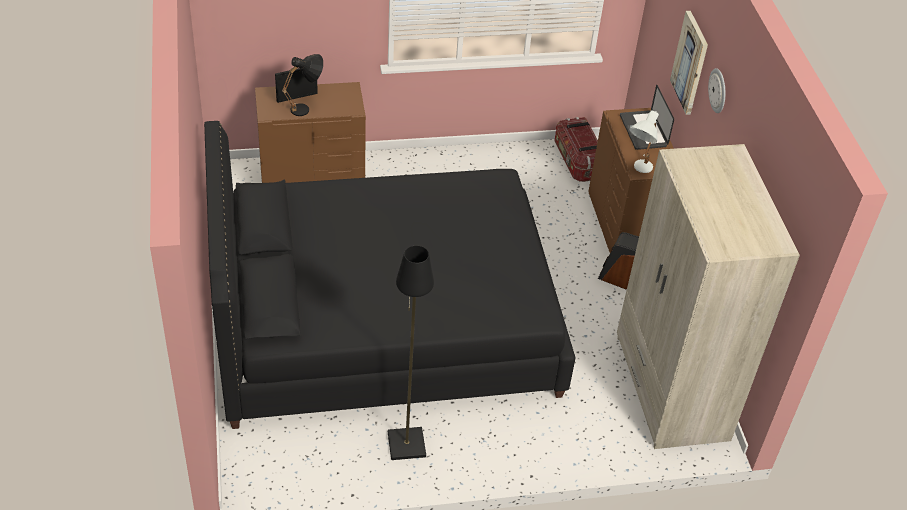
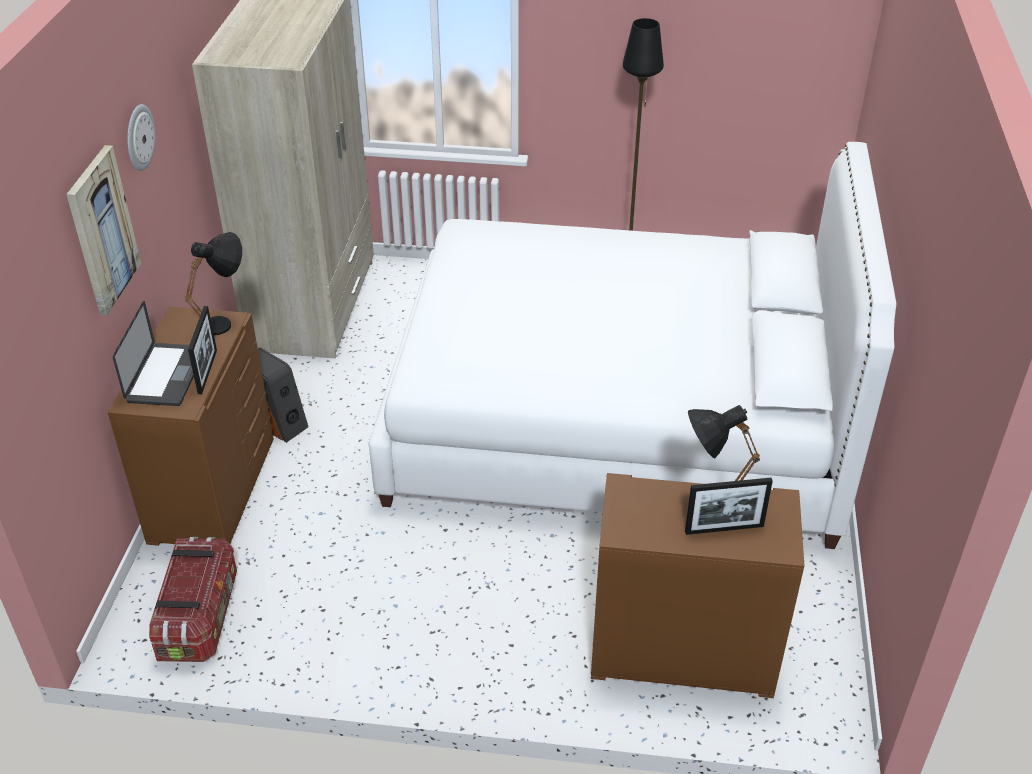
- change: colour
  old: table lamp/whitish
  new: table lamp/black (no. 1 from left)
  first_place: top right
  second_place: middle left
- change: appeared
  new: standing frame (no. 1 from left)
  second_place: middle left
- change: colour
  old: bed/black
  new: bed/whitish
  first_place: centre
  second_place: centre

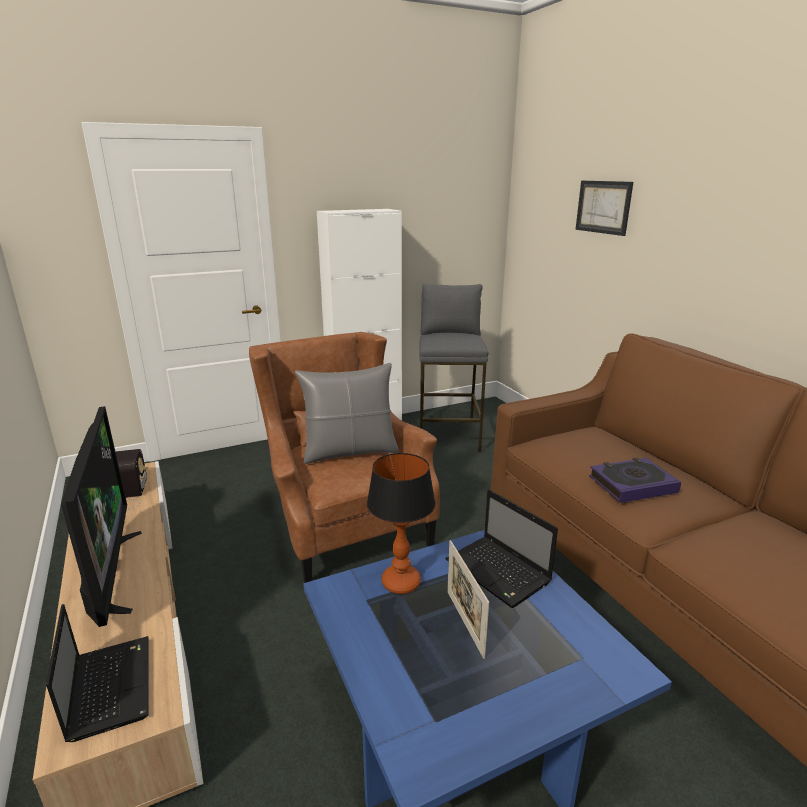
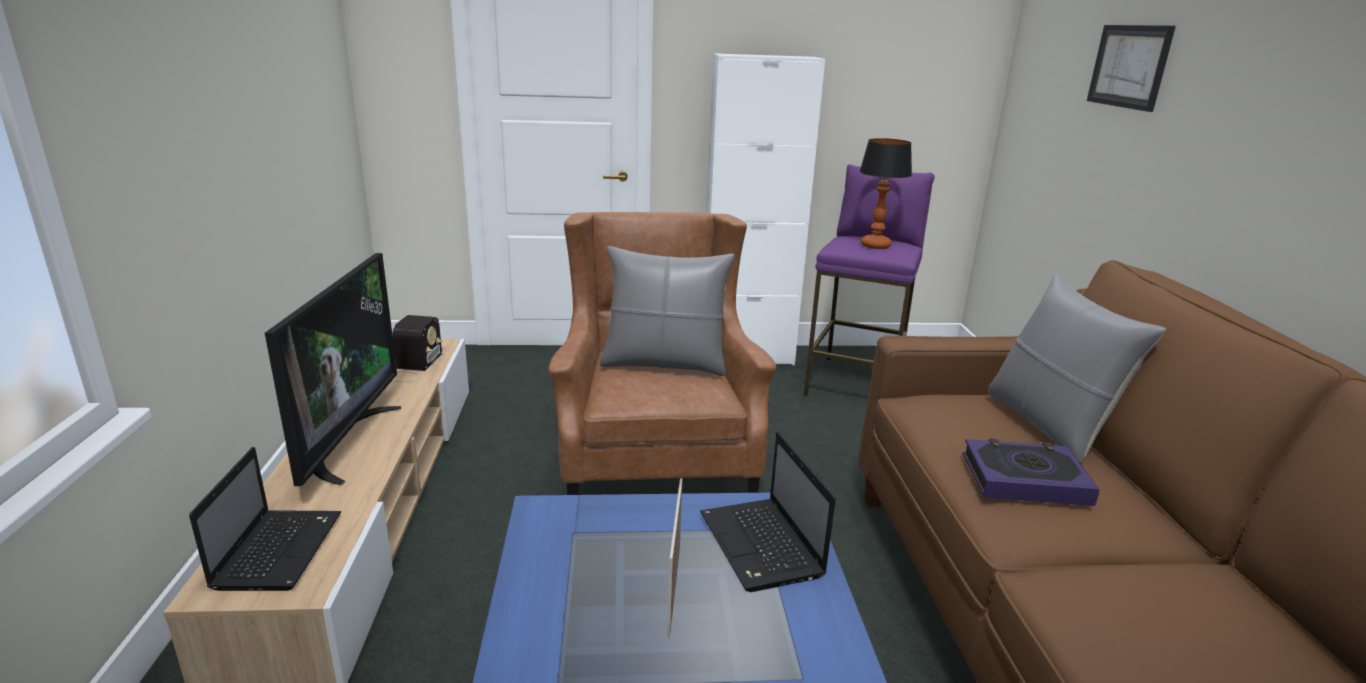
- change: colour
  old: stool seat/gray
  new: stool seat/purplish
  first_place: centre
  second_place: centre
- change: relocated
  old: table lamp
  first_place: centre
  second_place: top centre
- change: appeared
  new: pillow/gray (no. 2 from left)
  second_place: middle right

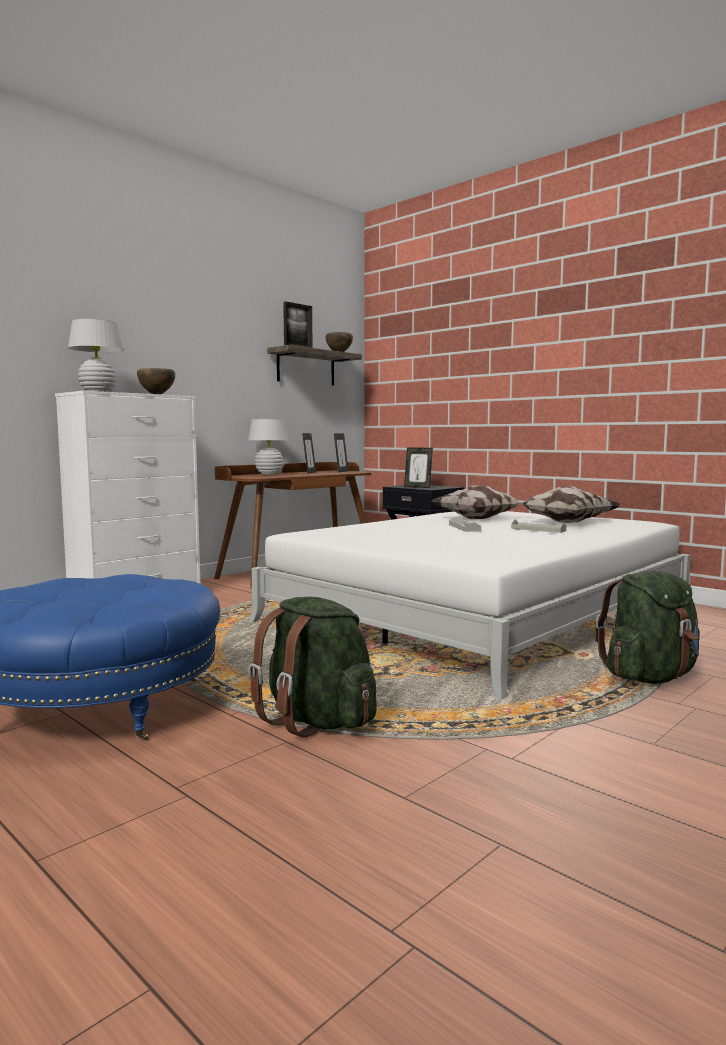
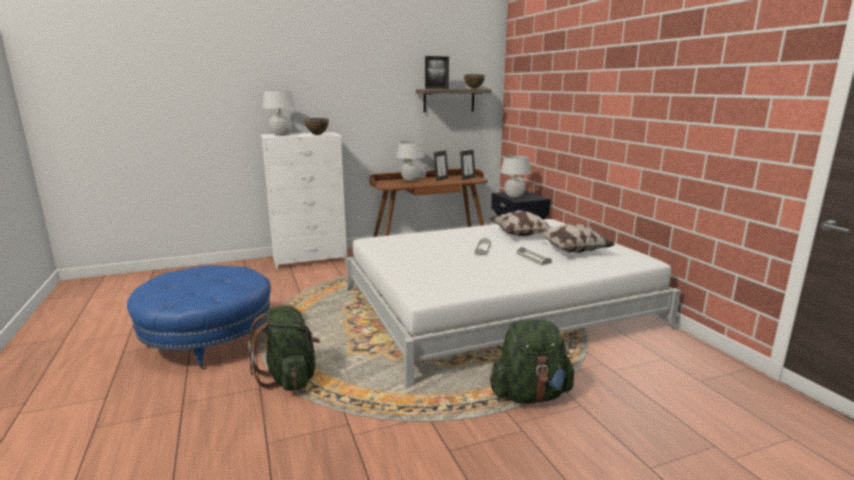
- change: exchanged
  old: standing frame (no. 4 from left)
  new: table lamp/whitish (no. 3 from left)
  first_place: centre
  second_place: centre

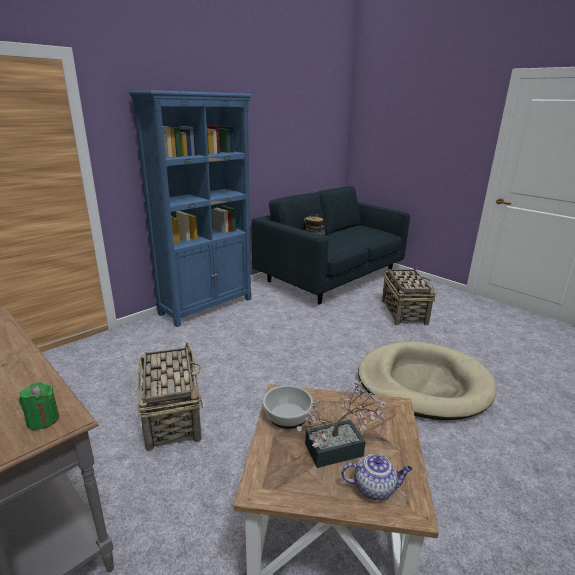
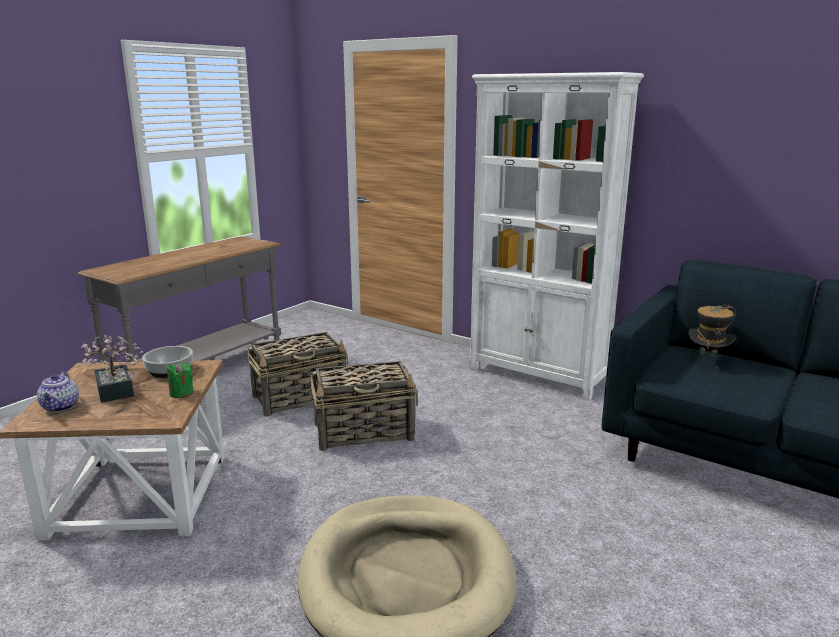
- change: relocated
  old: wax candle/greenish
  first_place: bottom left
  second_place: middle left
- change: relocated
  old: basket (no. 2 from left)
  first_place: middle right
  second_place: centre
- change: colour
  old: bookshelf/blue
  new: bookshelf/whitish
  first_place: middle left
  second_place: centre

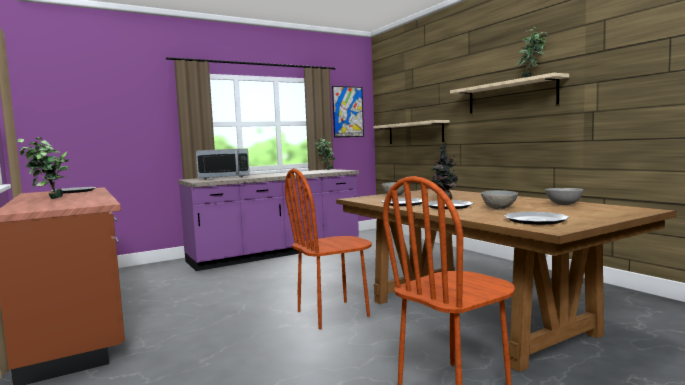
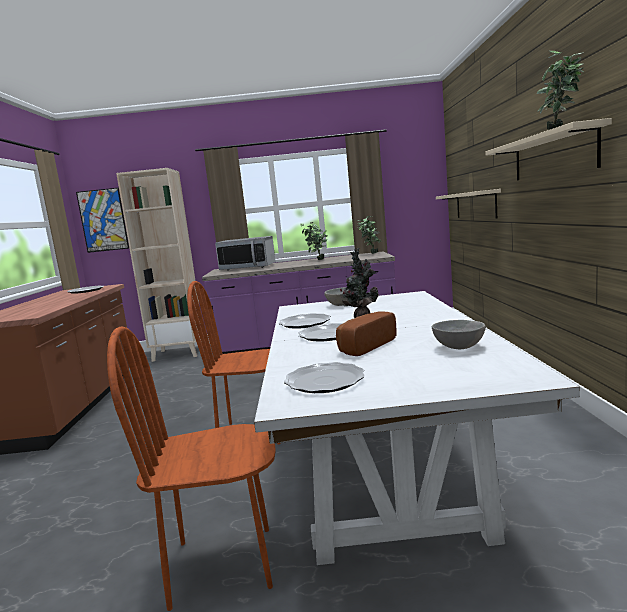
- change: relocated
  old: picture
  first_place: top centre
  second_place: middle left
- change: appeared
  new: bookshelf/sand-coloured
  second_place: middle left
- change: colour
  old: dining table/brown
  new: dining table/whitish
  first_place: bottom right
  second_place: bottom centre
- change: relocated
  old: houseplant (no. 1 from left)
  first_place: middle left
  second_place: centre
- change: exchanged
  old: serving bowl/gray (no. 2 from left)
  new: baked bread
  first_place: middle right
  second_place: centre

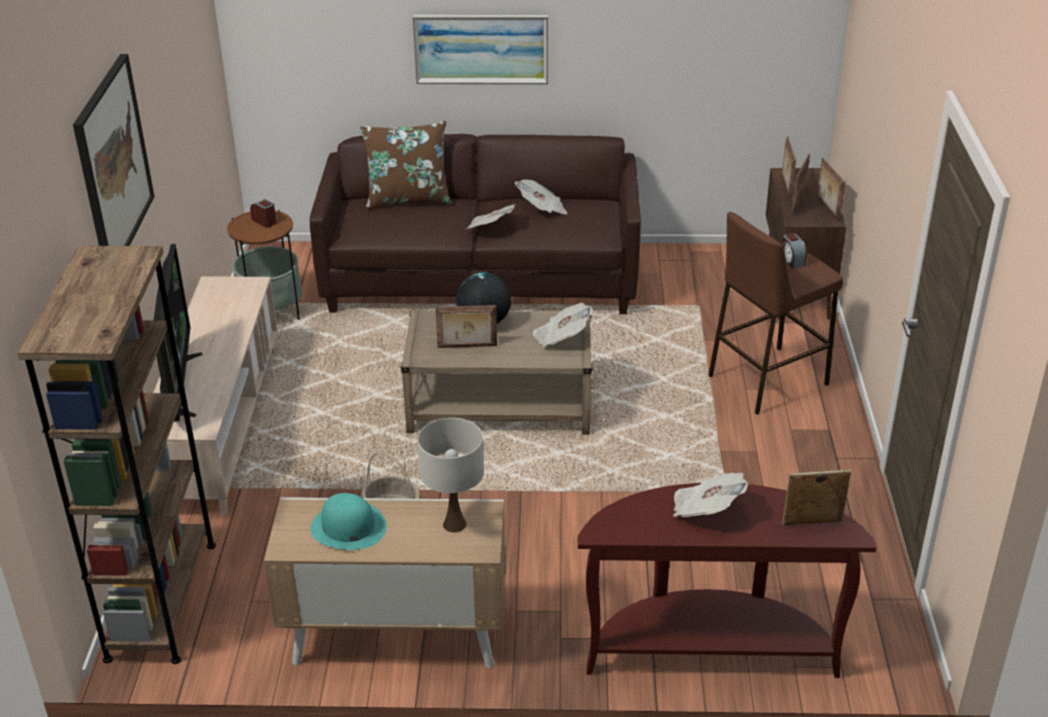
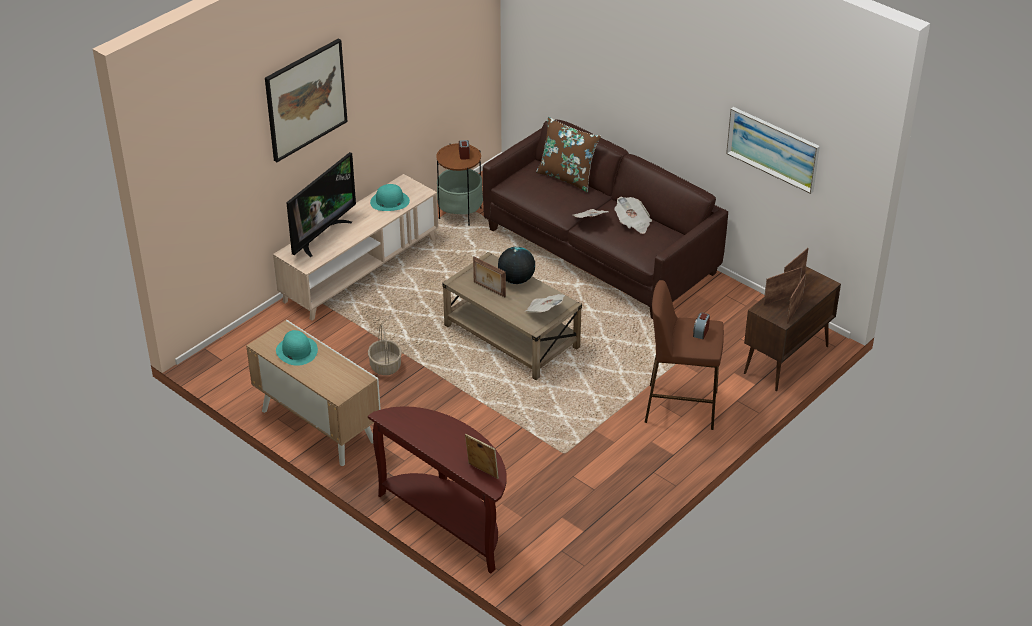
- change: appeared
  new: clothing hat/blue-green (no. 2 from left)
  second_place: top centre
- change: relocated
  old: picture (no. 2 from left)
  first_place: top centre
  second_place: top right
- change: missing
  old: bookshelf/brown
  first_place: middle left
- change: missing
  old: table lamp/whitish
  first_place: centre
- change: missing
  old: daily paper (no. 4 from left)
  first_place: bottom right

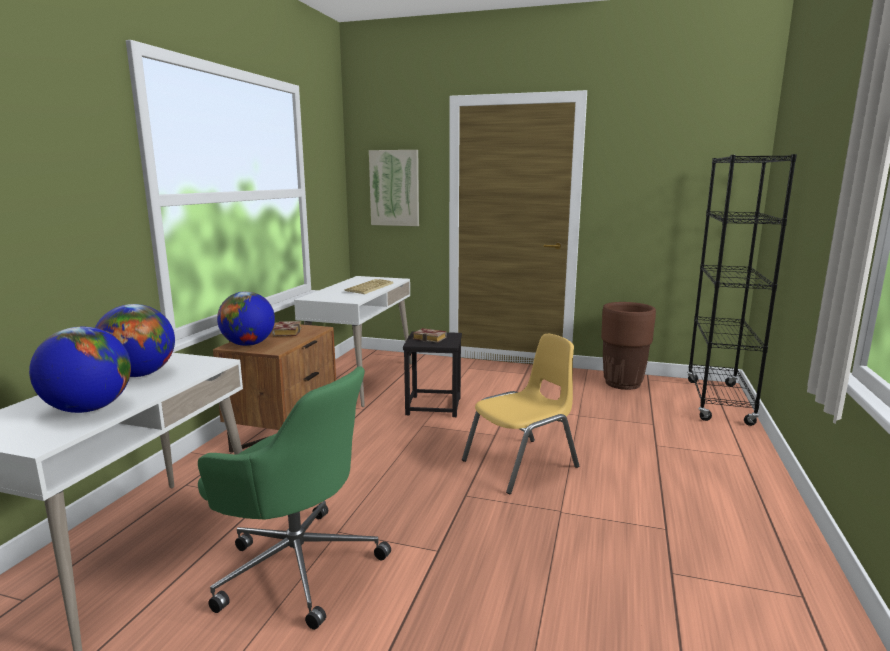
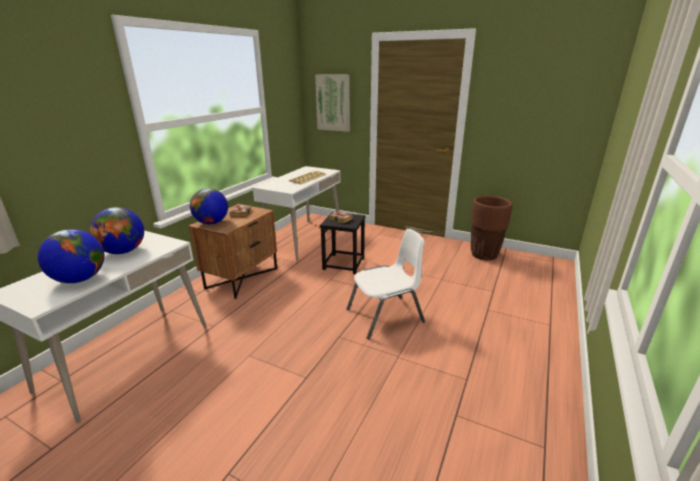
- change: colour
  old: plain chair/yellow-coloured
  new: plain chair/whitish
  first_place: centre
  second_place: centre
- change: missing
  old: office chair/greenish
  first_place: bottom left
- change: missing
  old: bookshelf/black
  first_place: middle right

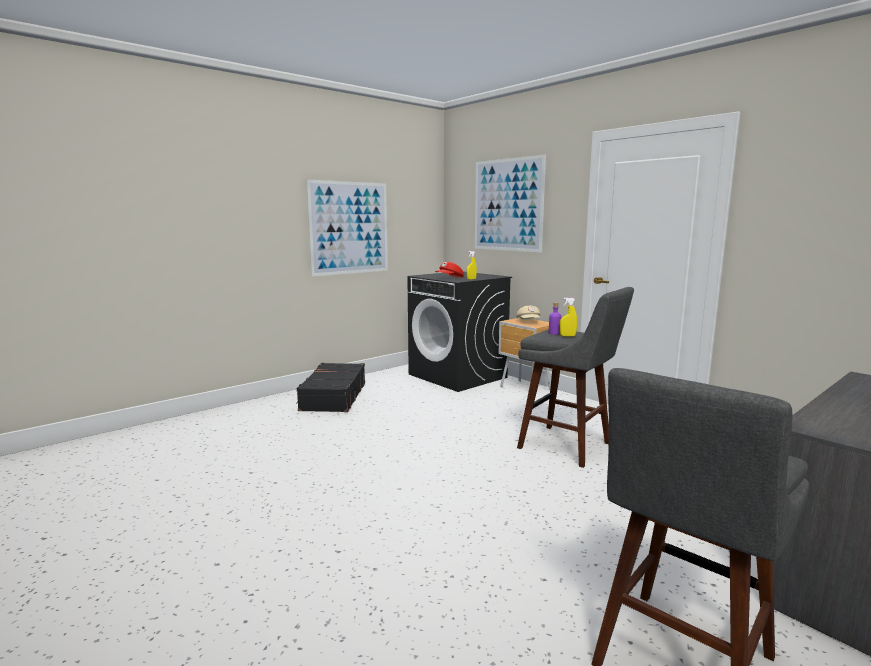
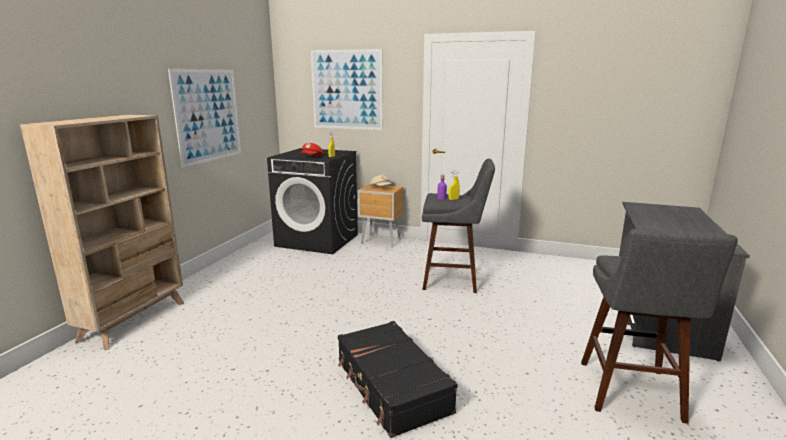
- change: appeared
  new: bookshelf/sand-coloured
  second_place: middle left
- change: relocated
  old: piece of luggage/black
  first_place: centre
  second_place: bottom centre

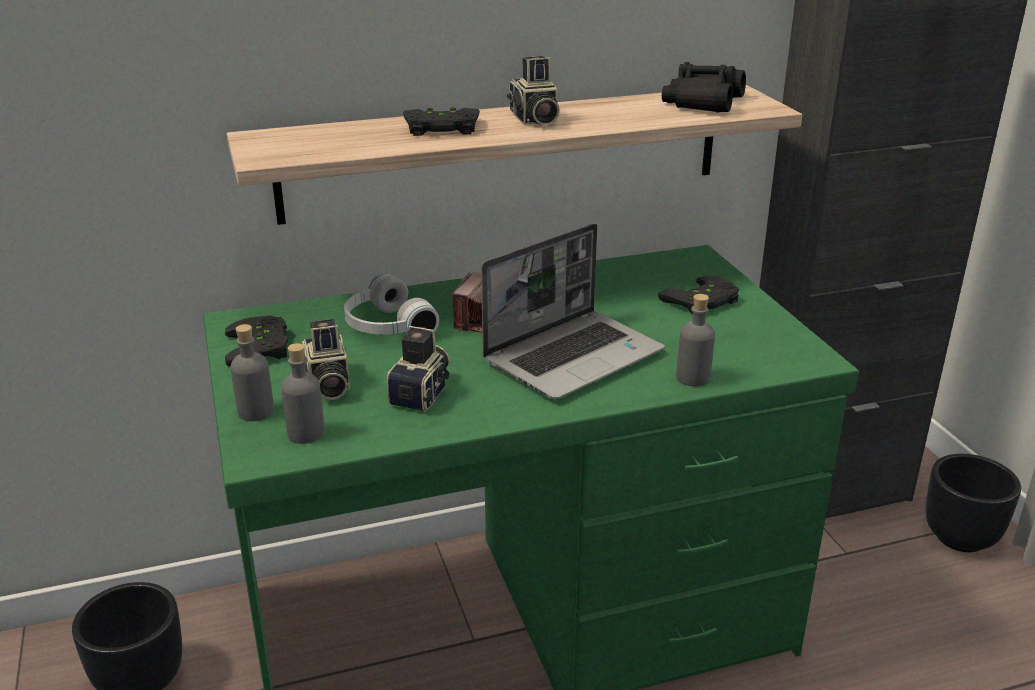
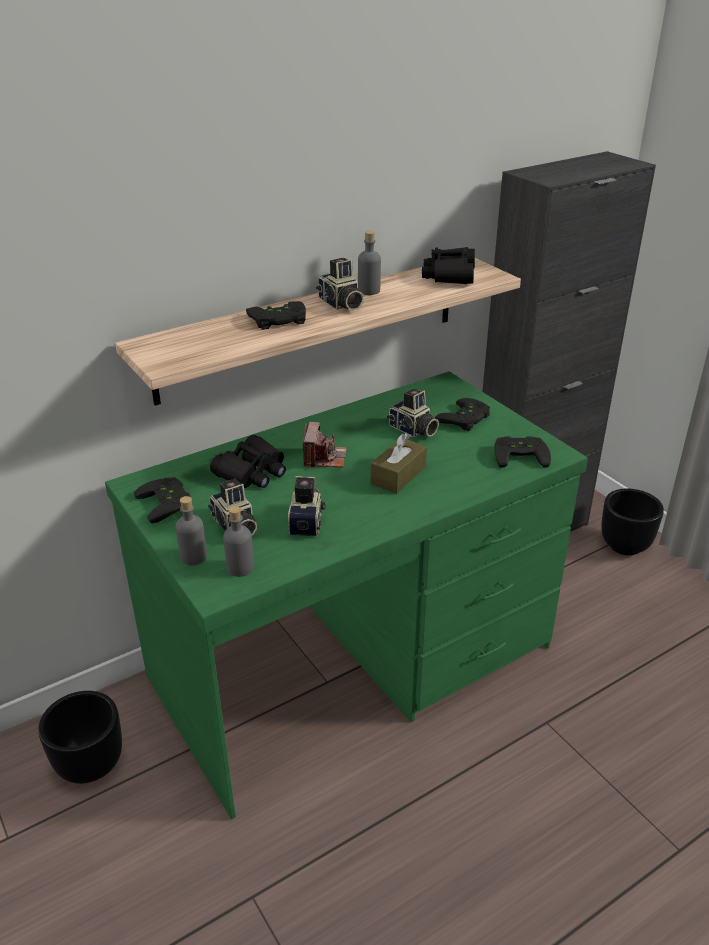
- change: exchanged
  old: headphones/whitish
  new: pair of binoculars/black (no. 1 from left)
  first_place: centre
  second_place: centre
- change: relocated
  old: drink bottle/gray (no. 3 from left)
  first_place: middle right
  second_place: top centre
- change: exchanged
  old: notebook computer
  new: tissue holder/brown
  first_place: centre
  second_place: centre
- change: appeared
  new: photo camera (no. 5 from left)
  second_place: centre
- change: appeared
  new: gamepad/black (no. 4 from left)
  second_place: middle right

